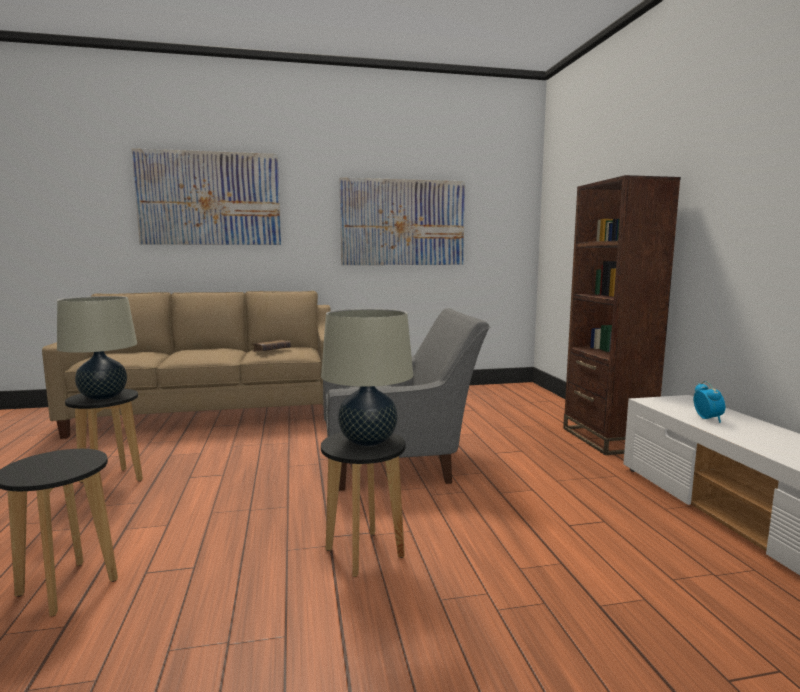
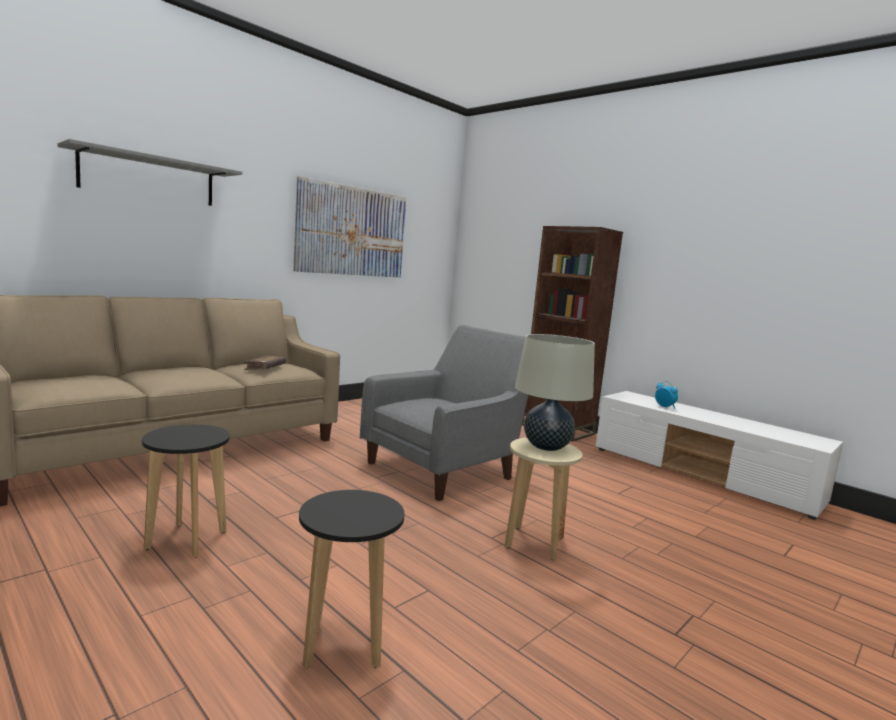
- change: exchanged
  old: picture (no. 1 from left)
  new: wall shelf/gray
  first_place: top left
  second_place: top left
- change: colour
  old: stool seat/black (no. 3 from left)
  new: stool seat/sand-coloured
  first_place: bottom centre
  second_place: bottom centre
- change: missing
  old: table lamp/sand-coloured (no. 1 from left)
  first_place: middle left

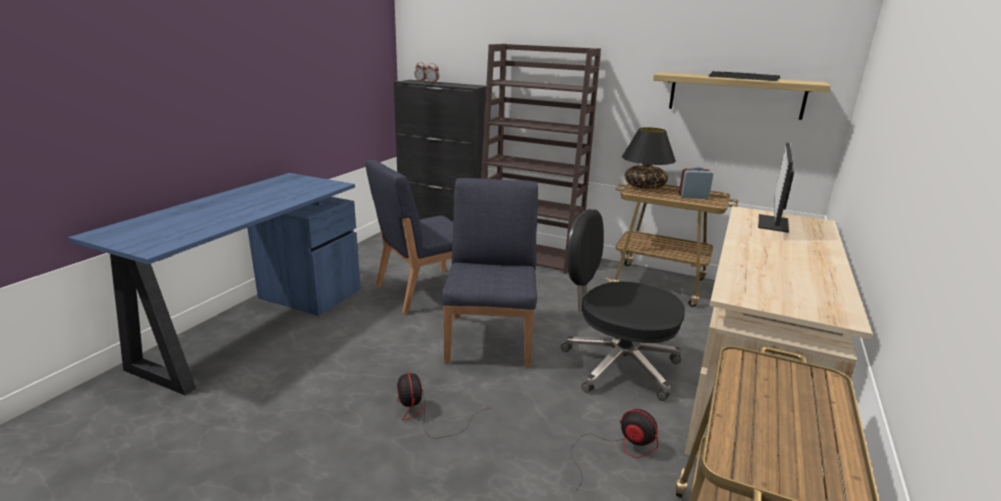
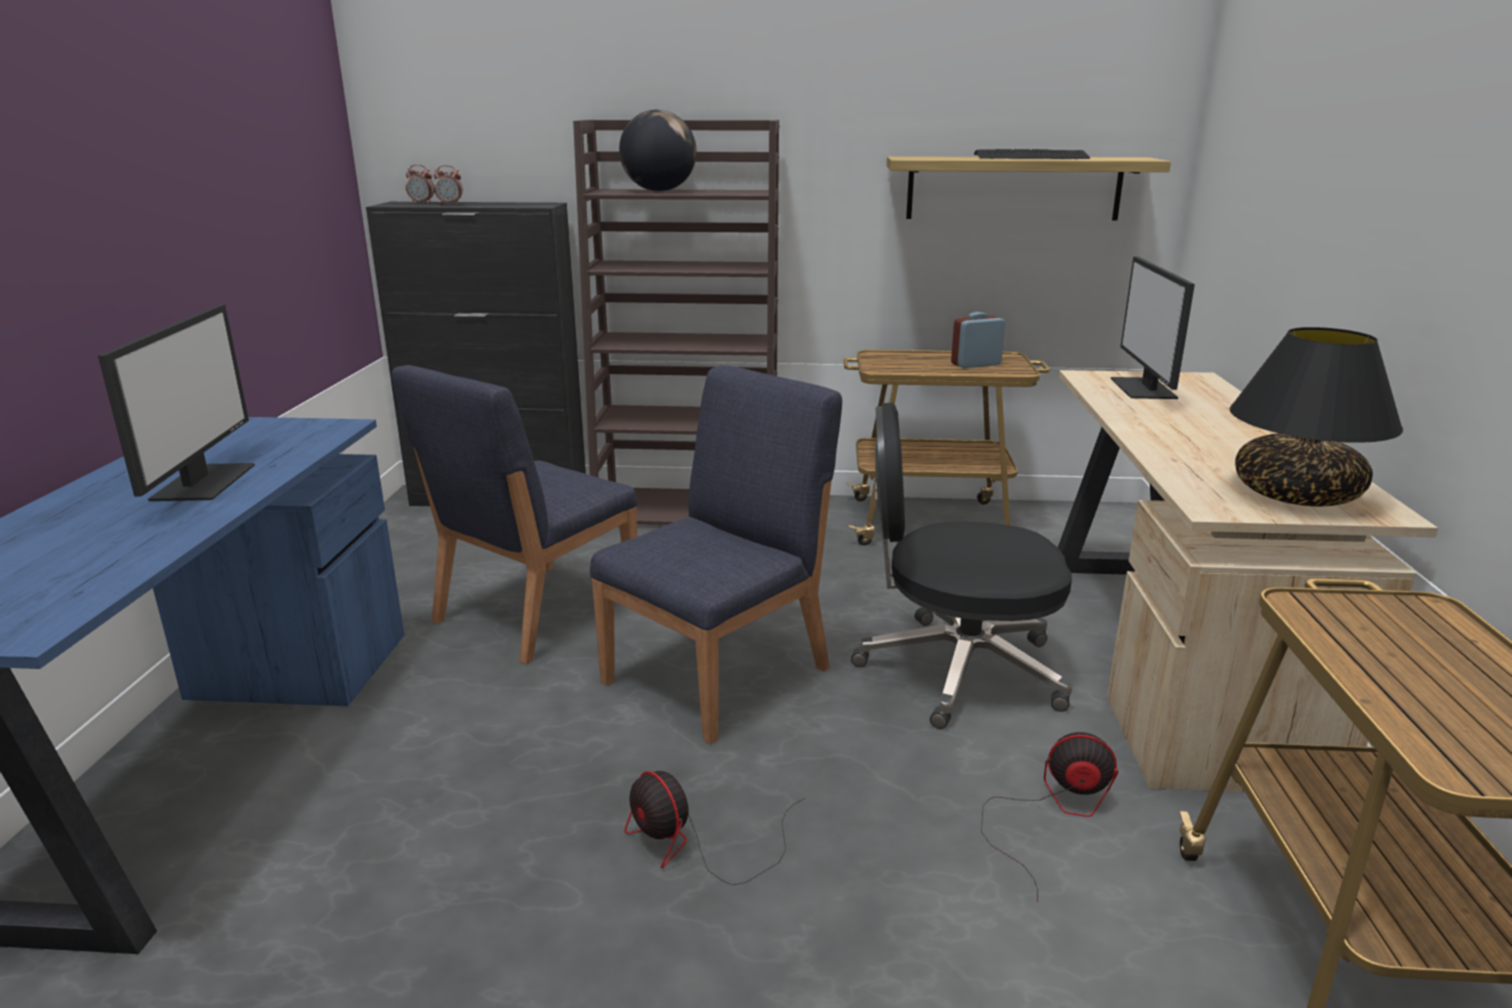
- change: appeared
  new: monitor (no. 1 from left)
  second_place: middle left
- change: spun
  old: plain chair/blue (no. 2 from left)
  first_place: centre
  second_place: centre
  degrees: 60
- change: appeared
  new: desk globe
  second_place: top centre
- change: relocated
  old: table lamp/black
  first_place: top centre
  second_place: middle right

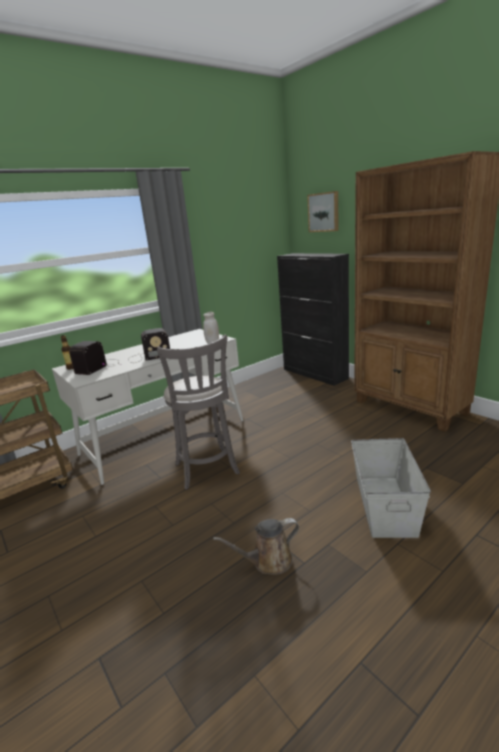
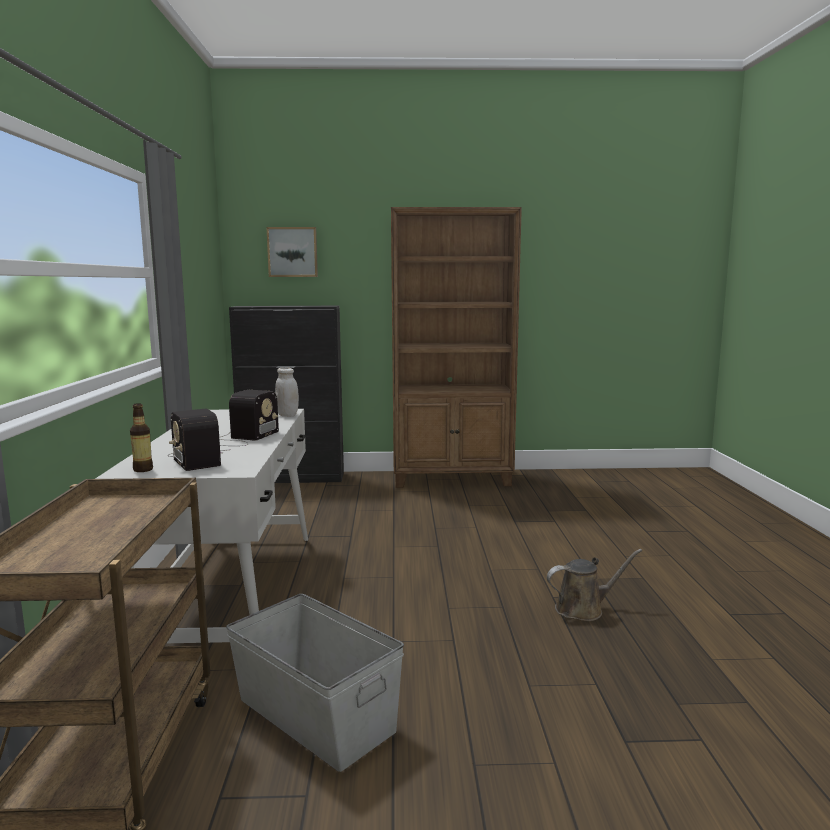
- change: relocated
  old: storage box/gray
  first_place: middle right
  second_place: bottom centre
- change: spun
  old: watering pot/brown
  first_place: bottom centre
  second_place: bottom right
  degrees: -120
- change: missing
  old: stool seat/gray
  first_place: centre

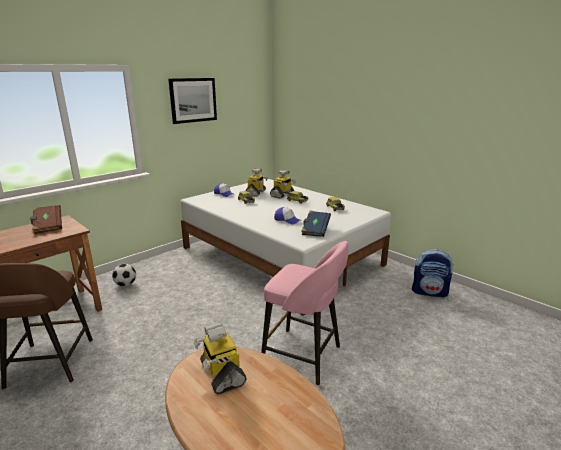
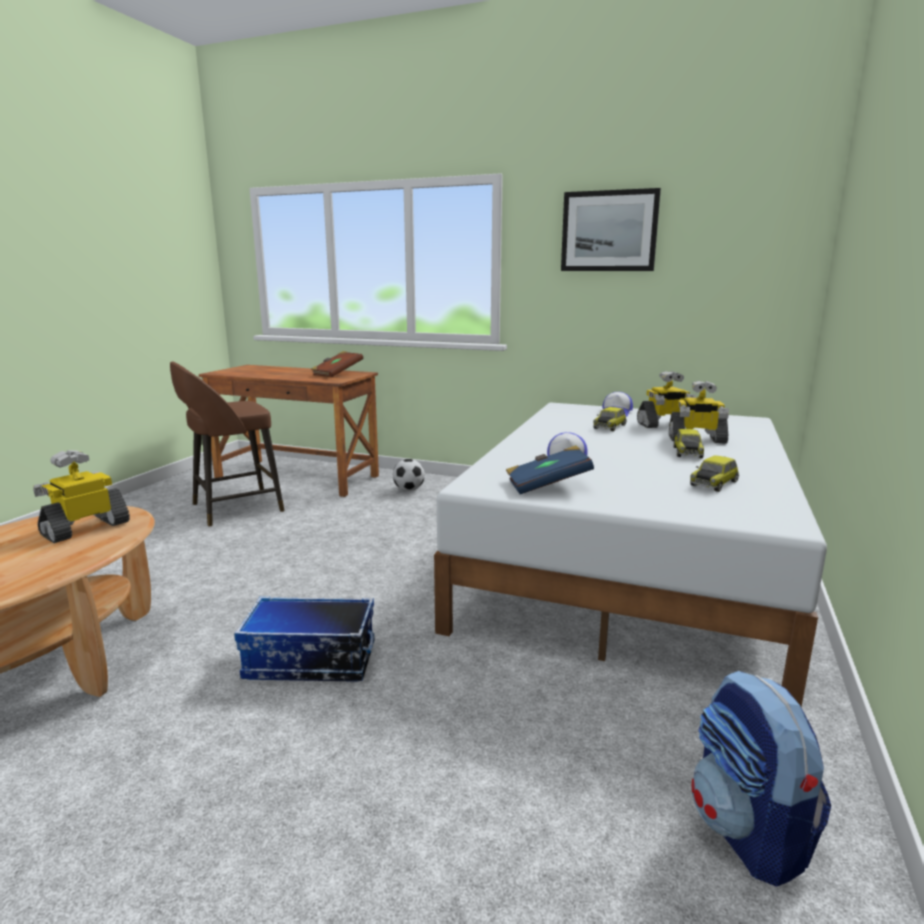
- change: exchanged
  old: stool seat/pink-coloured
  new: storage box
  first_place: bottom centre
  second_place: bottom left

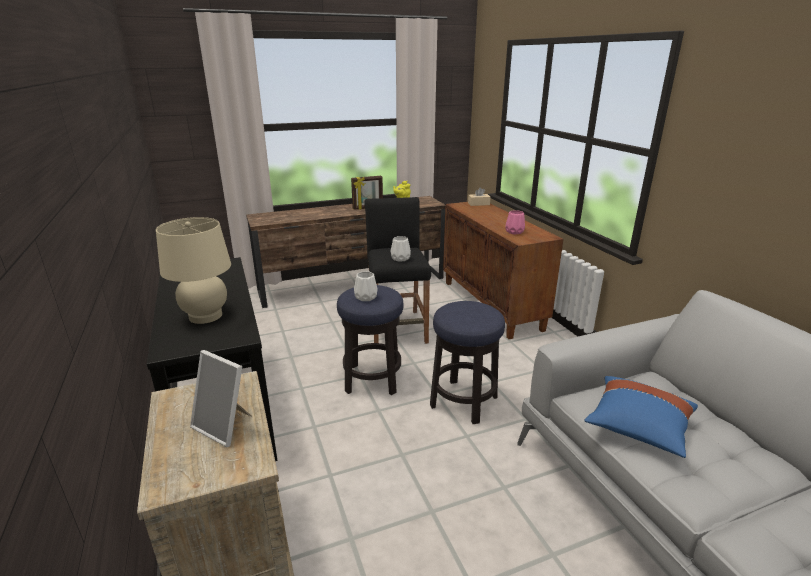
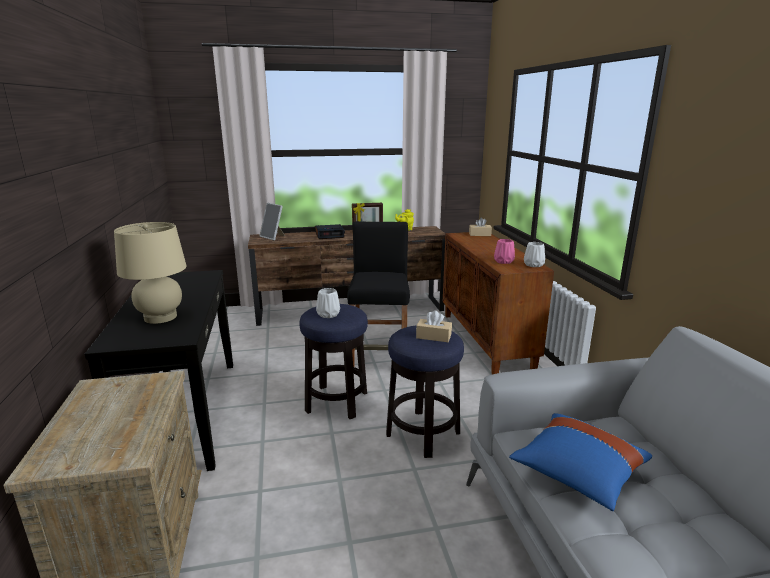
- change: relocated
  old: standing frame (no. 1 from left)
  first_place: bottom left
  second_place: centre
- change: appeared
  new: alarm clock
  second_place: centre
- change: appeared
  new: tissue holder/sand-coloured (no. 1 from left)
  second_place: centre
- change: relocated
  old: flower vase/whitish (no. 2 from left)
  first_place: centre
  second_place: middle right

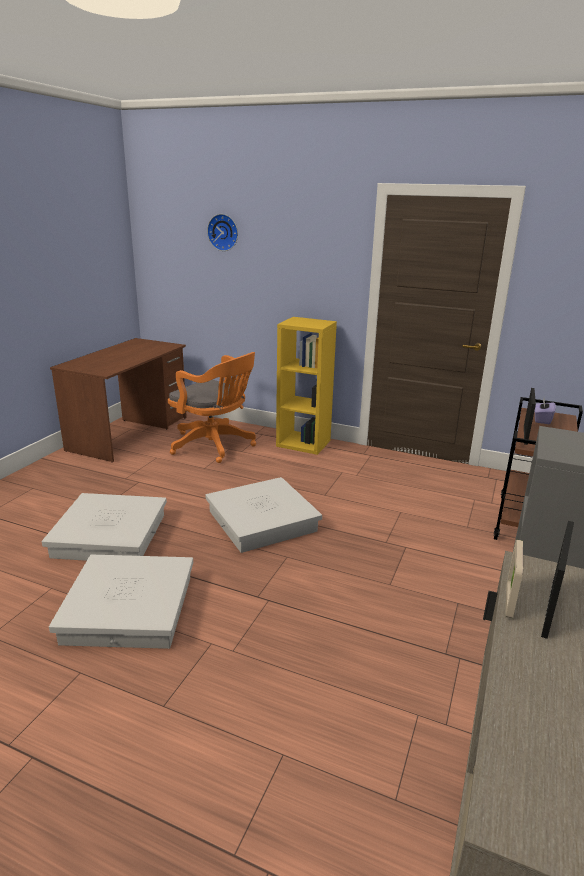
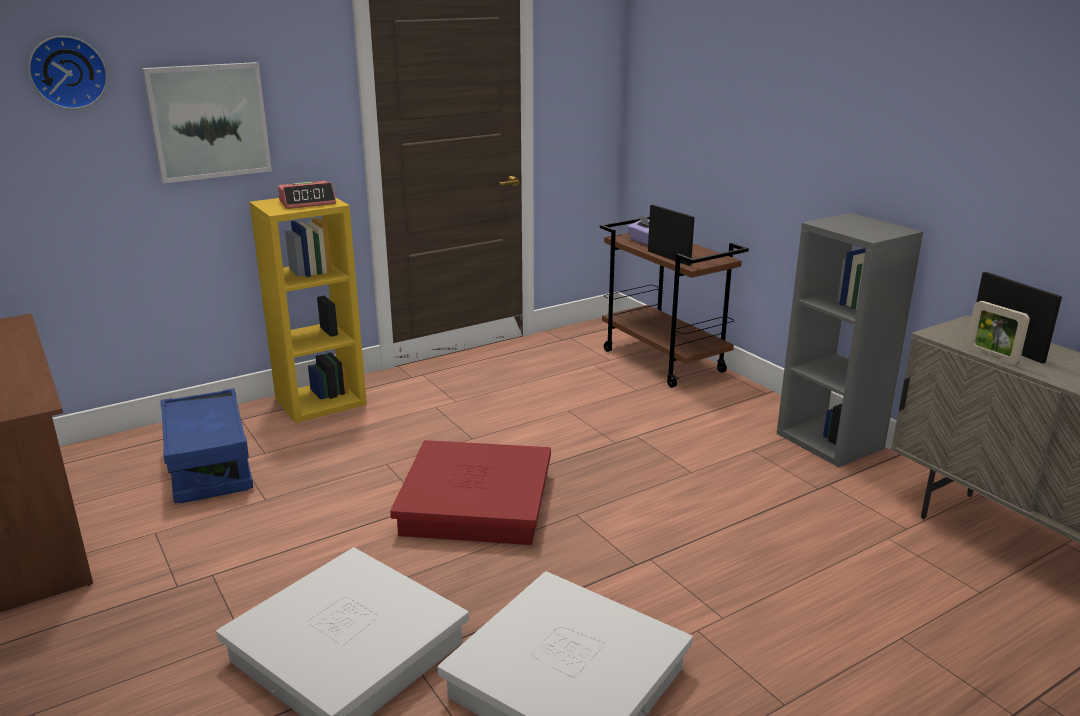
- change: appeared
  new: picture
  second_place: top left
- change: exchanged
  old: office chair/orangey
  new: storage box/blue
  first_place: centre
  second_place: middle left
- change: appeared
  new: alarm clock
  second_place: top left
- change: colour
  old: storage box/whitish (no. 3 from left)
  new: storage box/reddish
  first_place: centre
  second_place: bottom centre

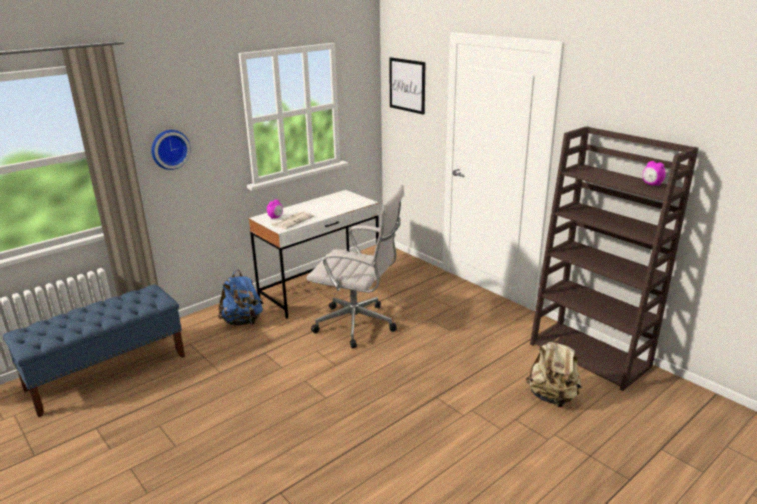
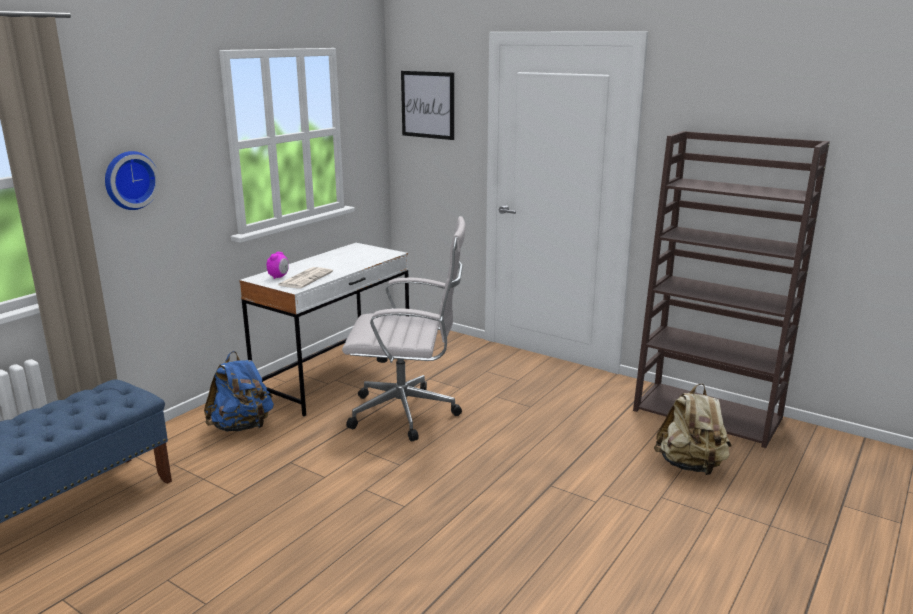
- change: missing
  old: alarm clock (no. 2 from left)
  first_place: middle right

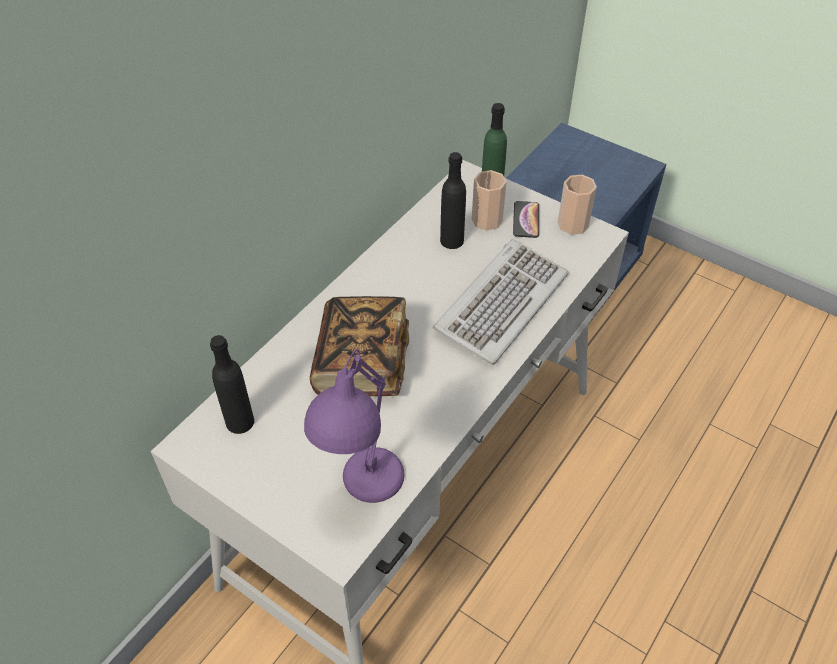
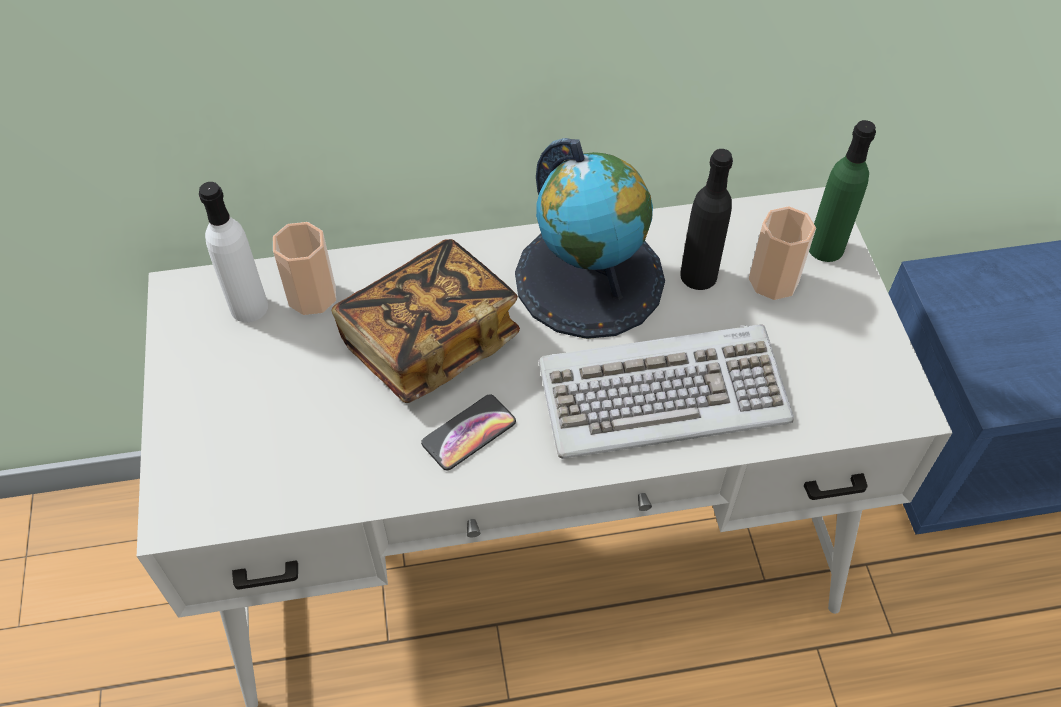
- change: colour
  old: drink bottle/black (no. 1 from left)
  new: drink bottle/whitish
  first_place: middle left
  second_place: middle left
- change: relocated
  old: small cup (no. 2 from left in the first image)
  new: small cup (no. 1 from left)
  first_place: top right
  second_place: middle left
- change: relocated
  old: handset
  first_place: top centre
  second_place: centre
- change: appeared
  new: desk globe
  second_place: centre
- change: missing
  old: table lamp/purplish
  first_place: centre

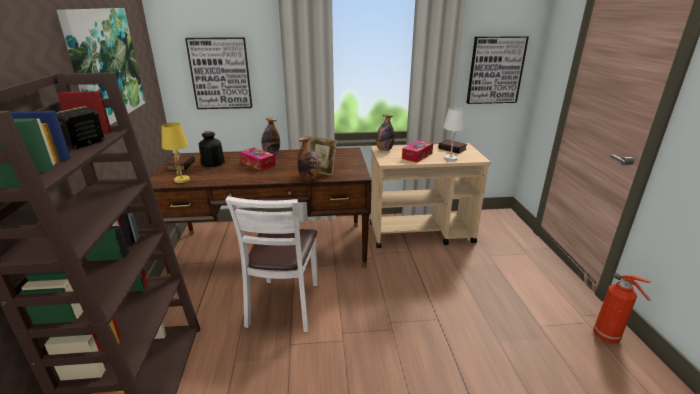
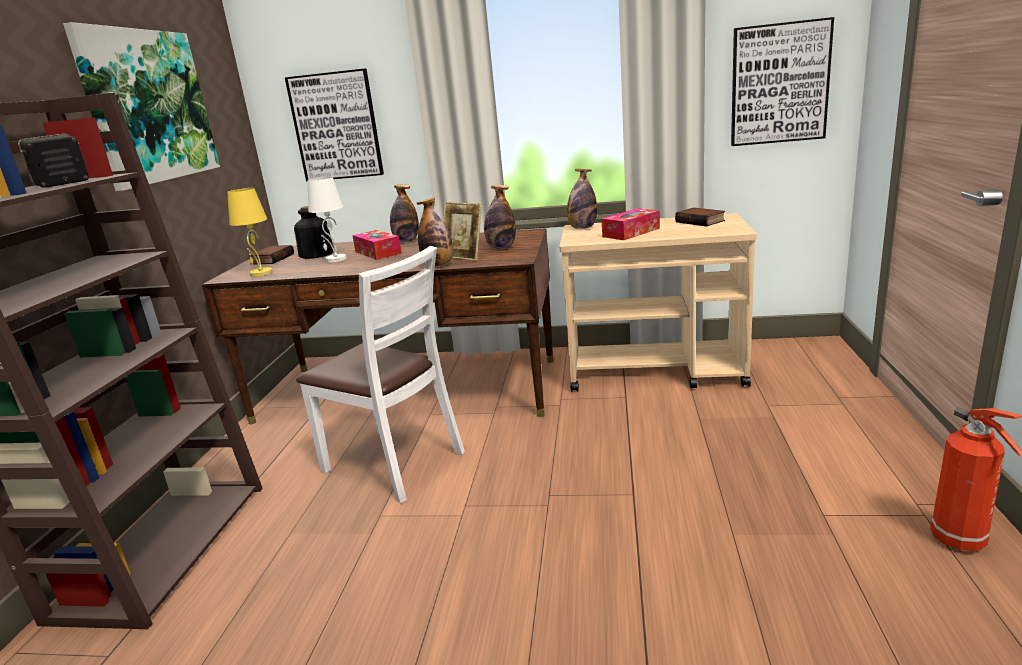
- change: spun
  old: plain chair/whitish
  first_place: bottom centre
  second_place: centre
  degrees: -75
- change: relocated
  old: table lamp/whitish
  first_place: centre
  second_place: top left
- change: appeared
  new: drink bottle (no. 4 from left)
  second_place: top centre

